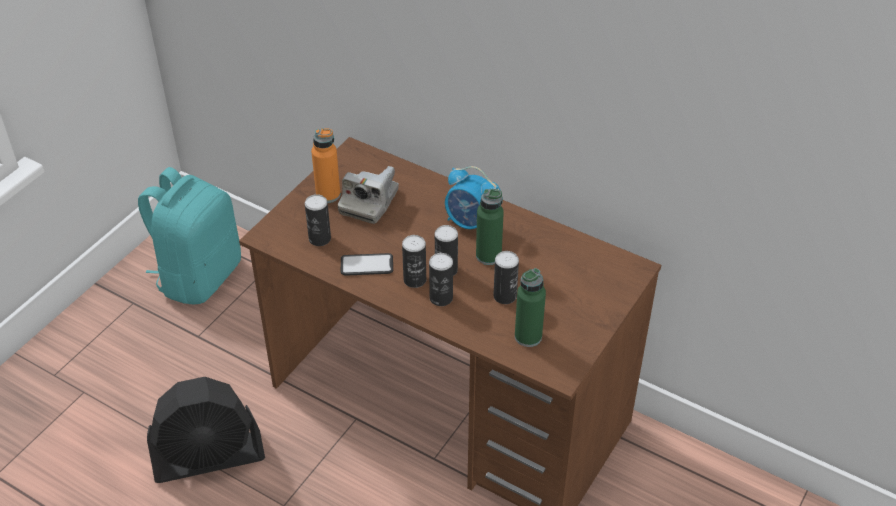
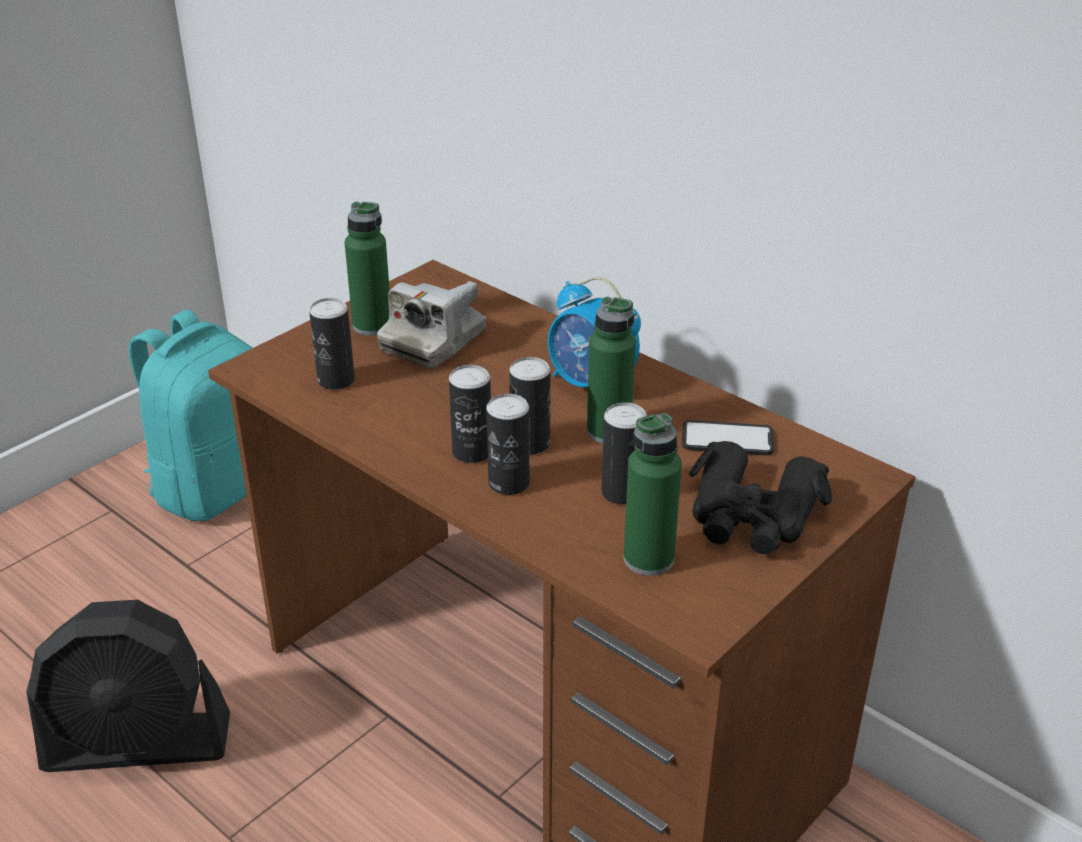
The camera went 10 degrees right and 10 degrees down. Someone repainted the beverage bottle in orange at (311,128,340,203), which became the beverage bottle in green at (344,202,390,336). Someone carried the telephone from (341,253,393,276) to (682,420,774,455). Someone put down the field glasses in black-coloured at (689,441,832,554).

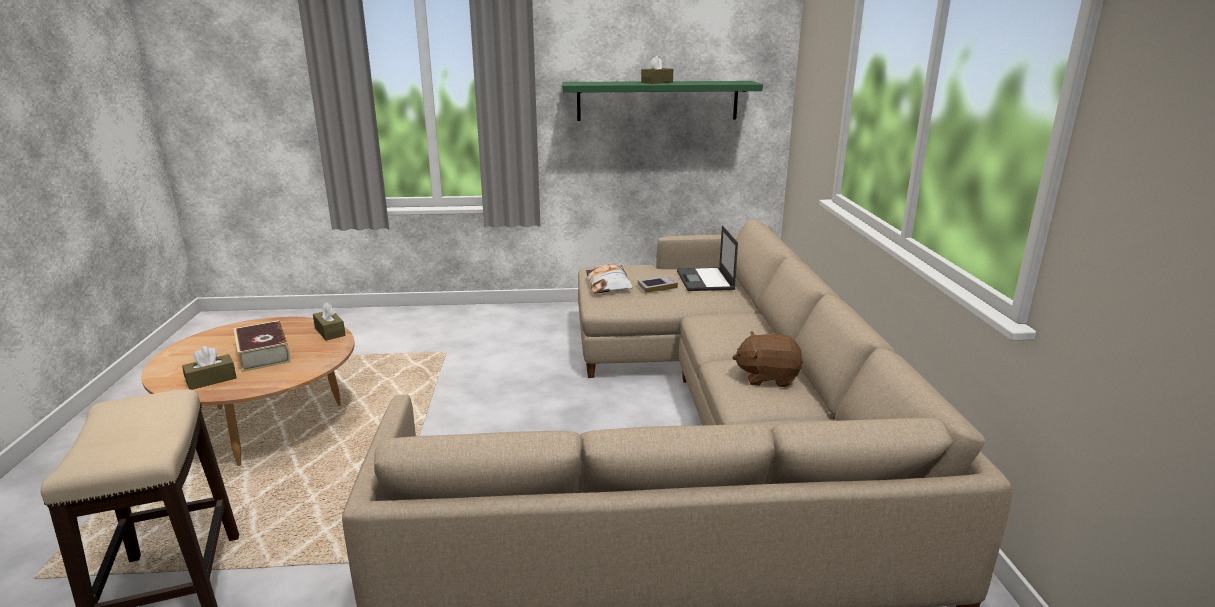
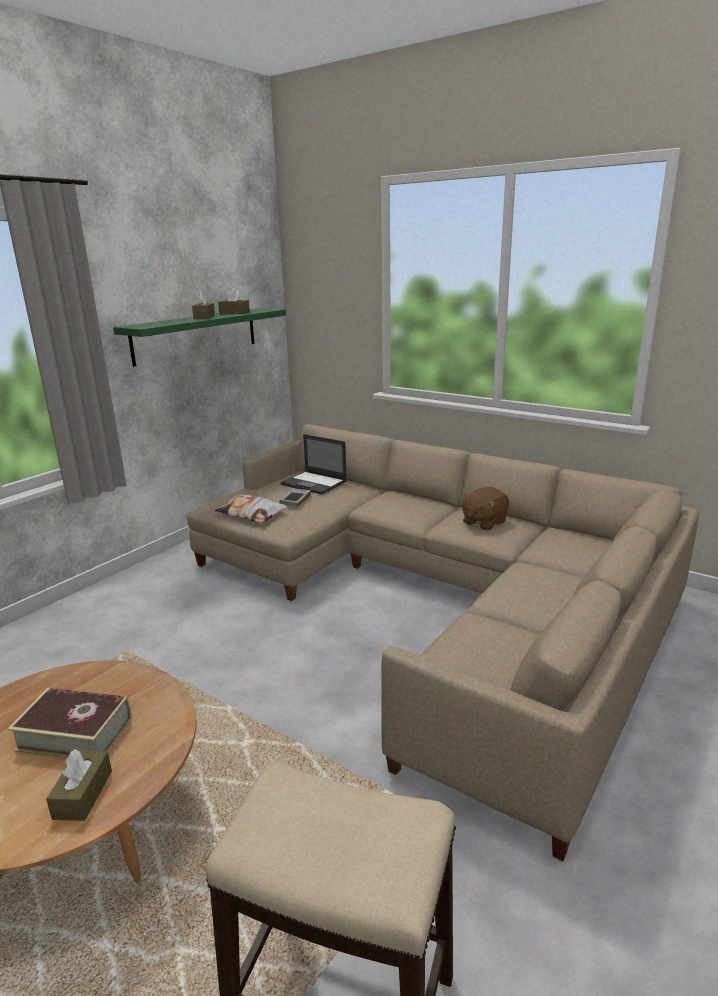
The camera went 50 degrees left and 0 degrees up. Someone carried the box of tissues in brownish from (313,303,346,340) to (218,288,250,314).

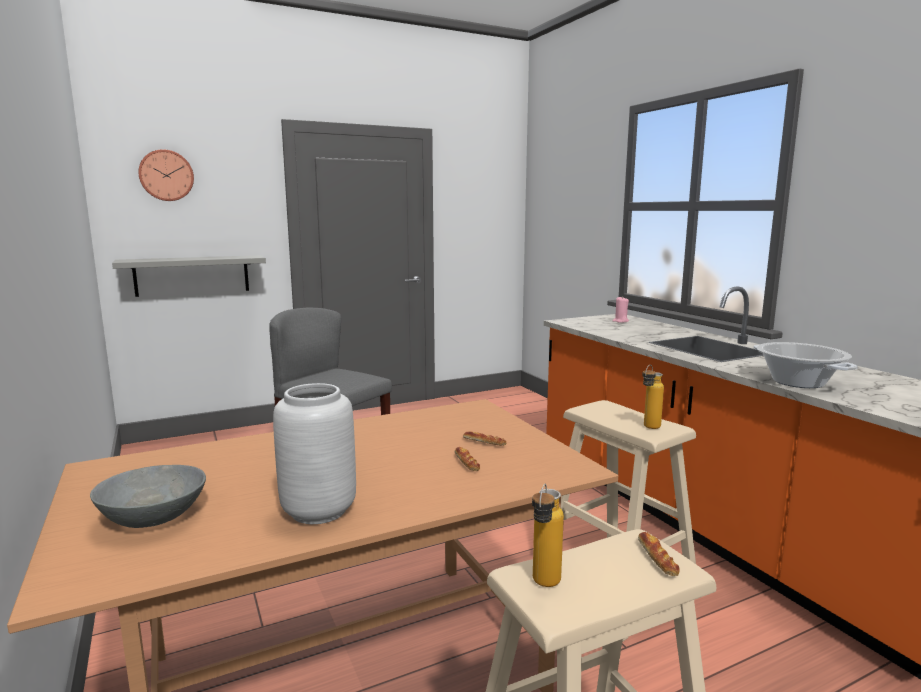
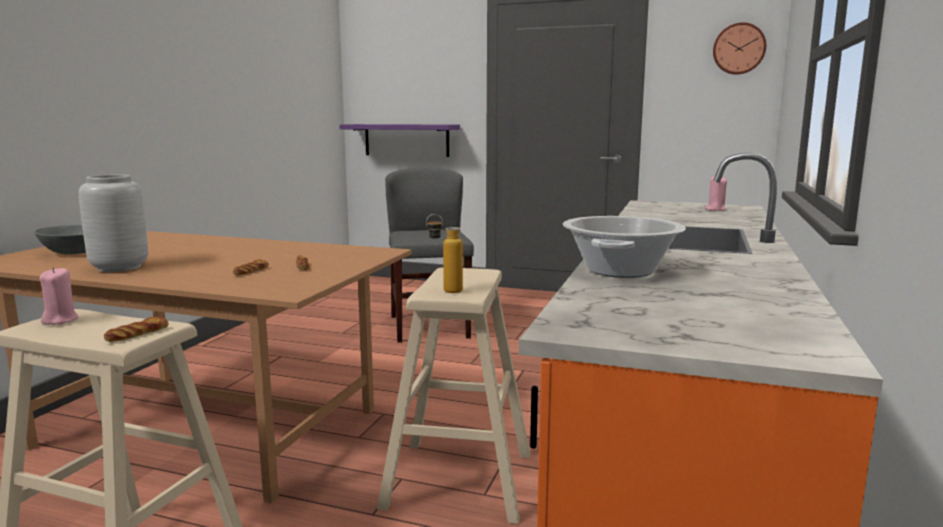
The camera went 45 degrees right and 0 degrees up. Someone swapped the beverage bottle at (532,484,564,587) for the wax candle in pink at (39,267,79,325). Someone repainted the wall shelf in gray at (112,255,266,297), which became the wall shelf in purple-coloured at (339,124,460,157). Someone carried the clock on the wall from (138,149,194,201) to (713,22,766,75).

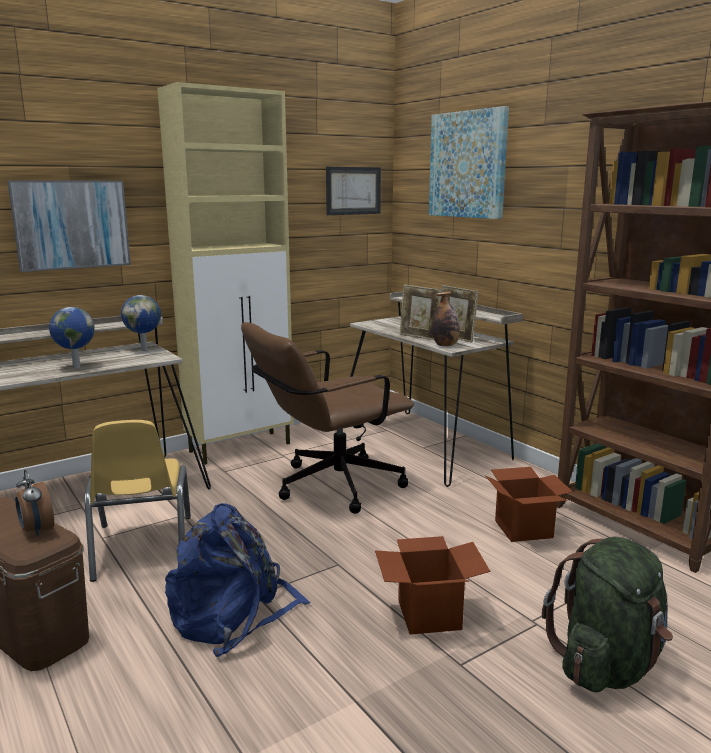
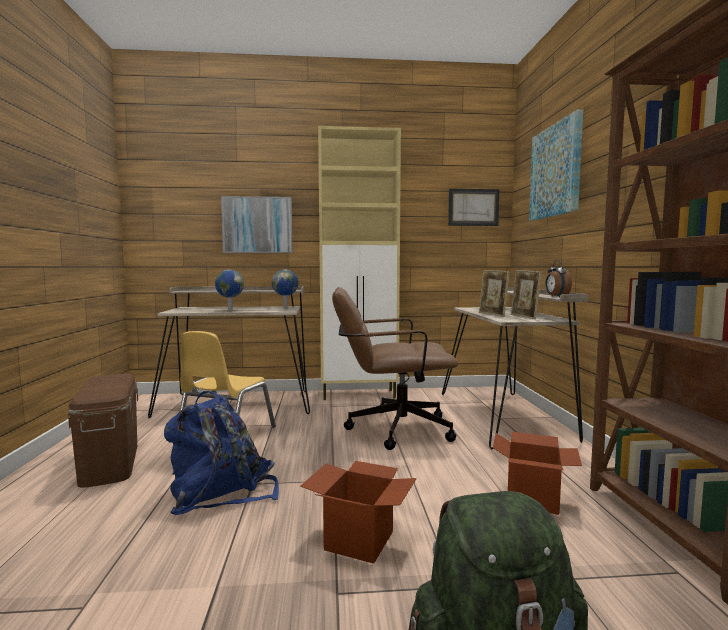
The camera went 30 degrees right and 10 degrees down. Someone carried the table clock from (15,470,54,536) to (546,260,572,298). Someone took away the beverage bottle at (432,291,460,346).

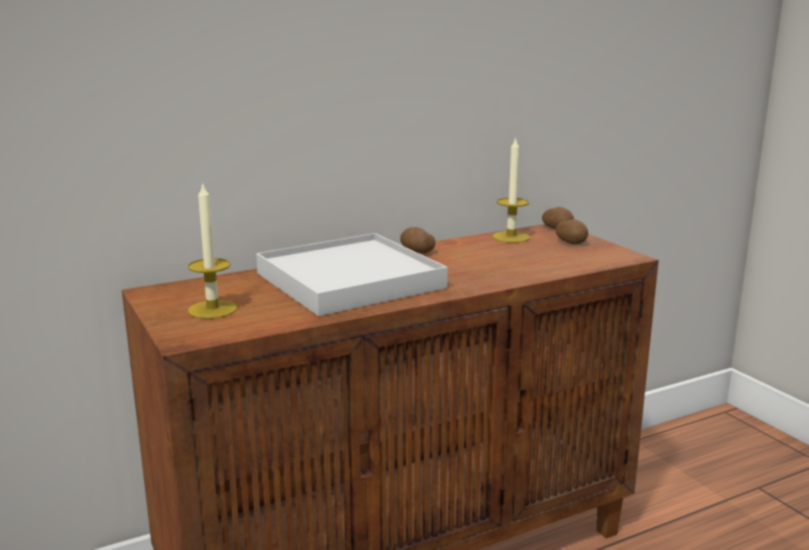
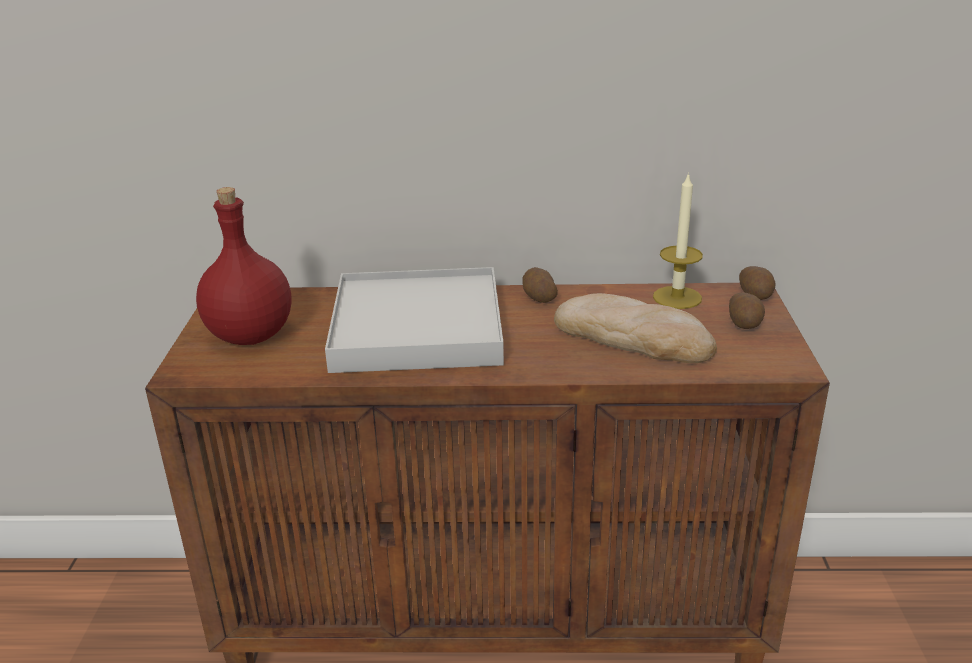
The camera went 30 degrees right and 10 degrees up. Someone swapped the wax candle at (188,182,237,319) for the beverage bottle in red-coloured at (196,187,292,345). Someone put down the bread at (554,293,717,363).

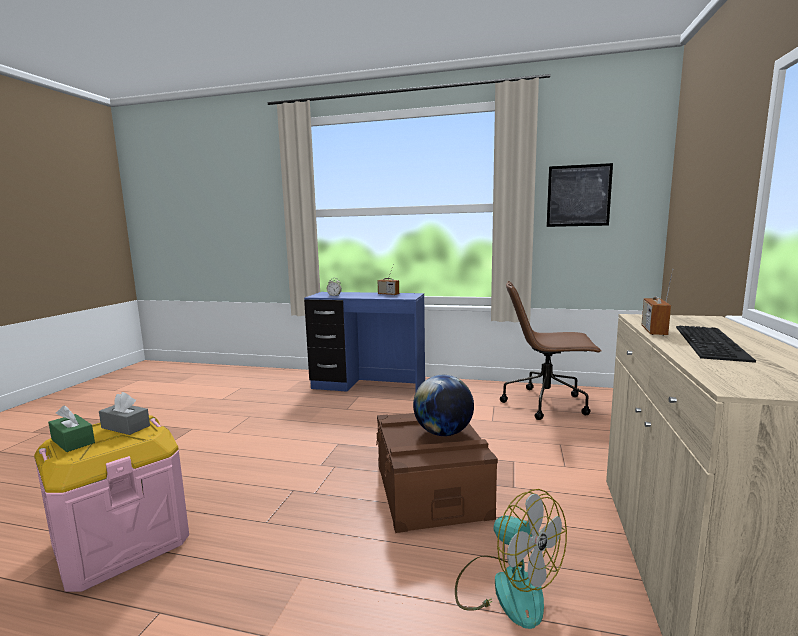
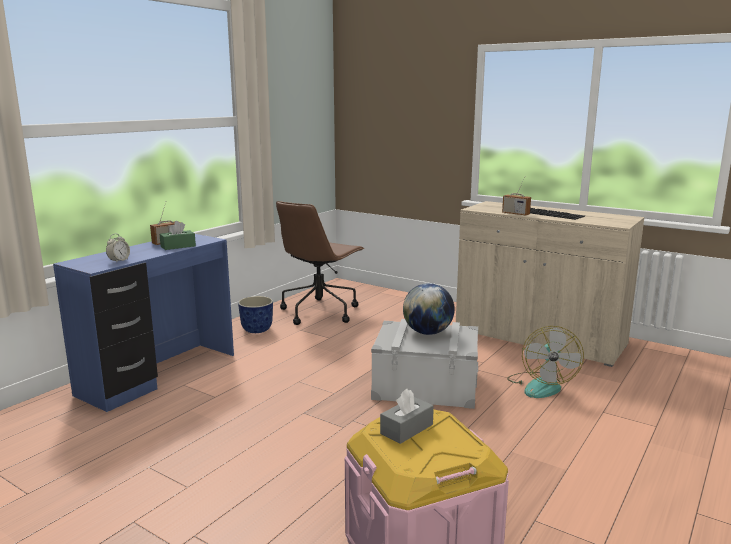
The camera went 70 degrees left and 5 degrees up. Someone carried the box of tissues in green from (48,405,95,452) to (160,221,196,250). Someone put down the plant pot at (238,296,273,333). Someone repainted the storage box in brownish at (376,413,498,533), which became the storage box in gray at (371,319,478,409). Someone rotated the cooling fan at (455,489,567,629) by 120 degrees clockwise. Someone took away the wall art at (547,163,613,227).

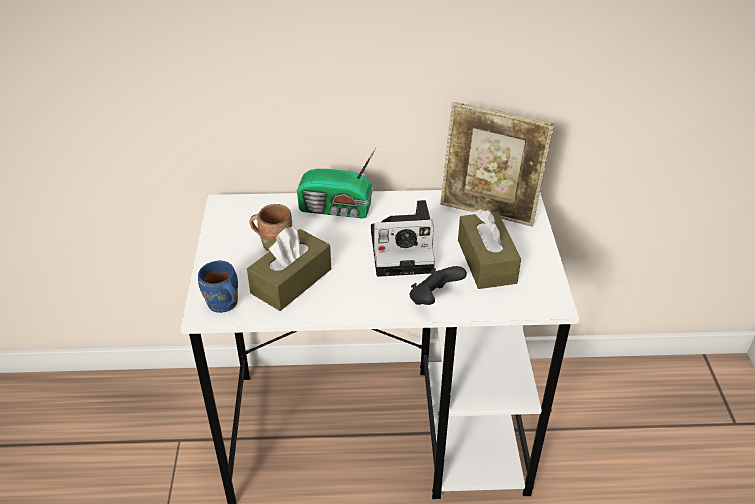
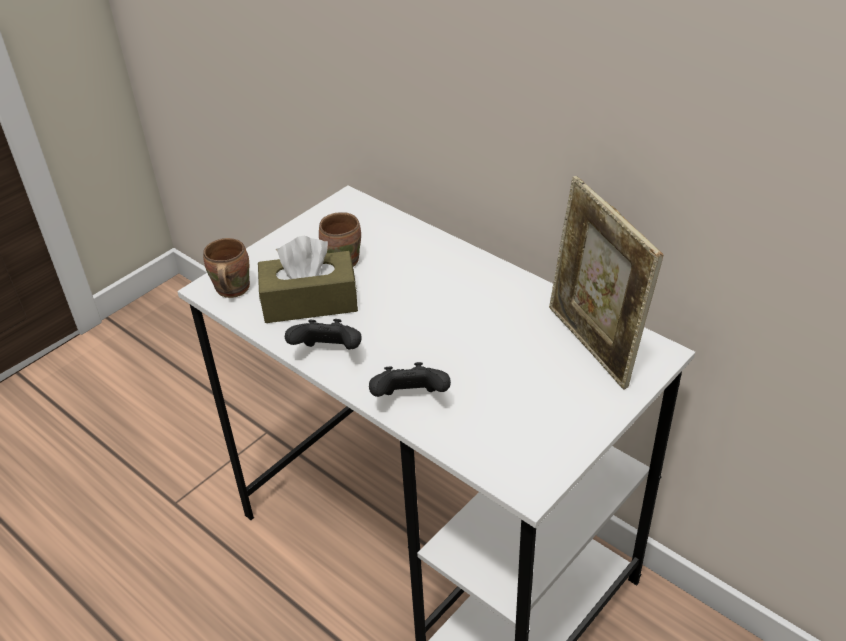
The camera went 45 degrees right and 0 degrees up. Someone repainted the mug in bluish at (198,261,238,313), which became the mug in brownish at (203,238,250,298). Someone put down the joypad in black-coloured at (285,319,362,350). Someone took away the radio at (297,146,377,219). Someone took away the still camera at (371,200,435,277). Someone took away the box of tissues in brownish at (458,209,521,289).

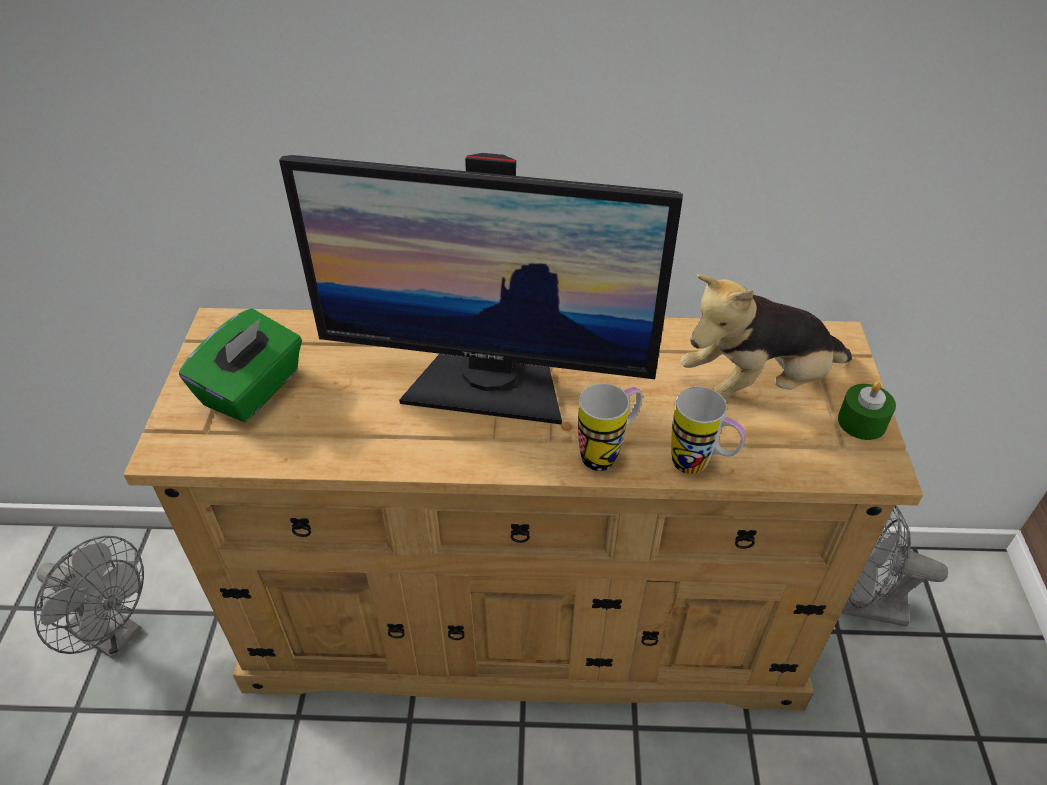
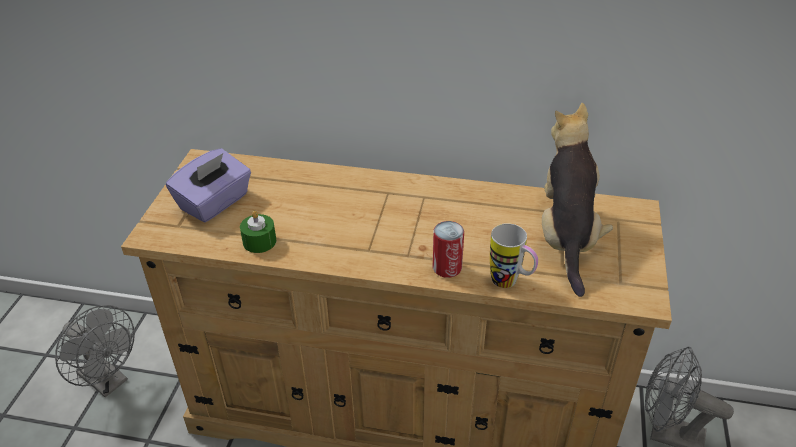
The camera went 10 degrees right and 5 degrees down. Someone repainted the box of tissues in green at (179,308,302,422), which became the box of tissues in purple-coloured at (166,148,251,223). Someone carried the wax candle in green from (838,381,896,440) to (240,211,277,253). Someone swapped the mug at (578,383,643,471) for the sealed can at (433,221,464,278). Someone rotated the soft toy at (681,274,852,399) by 105 degrees clockwise. Someone took away the monitor at (279,153,683,425).

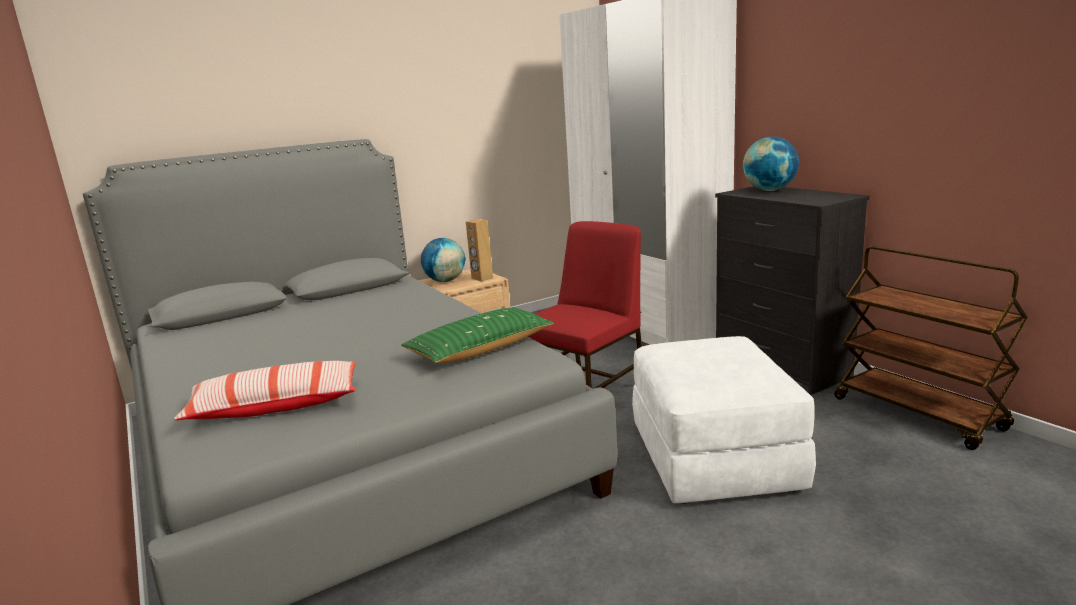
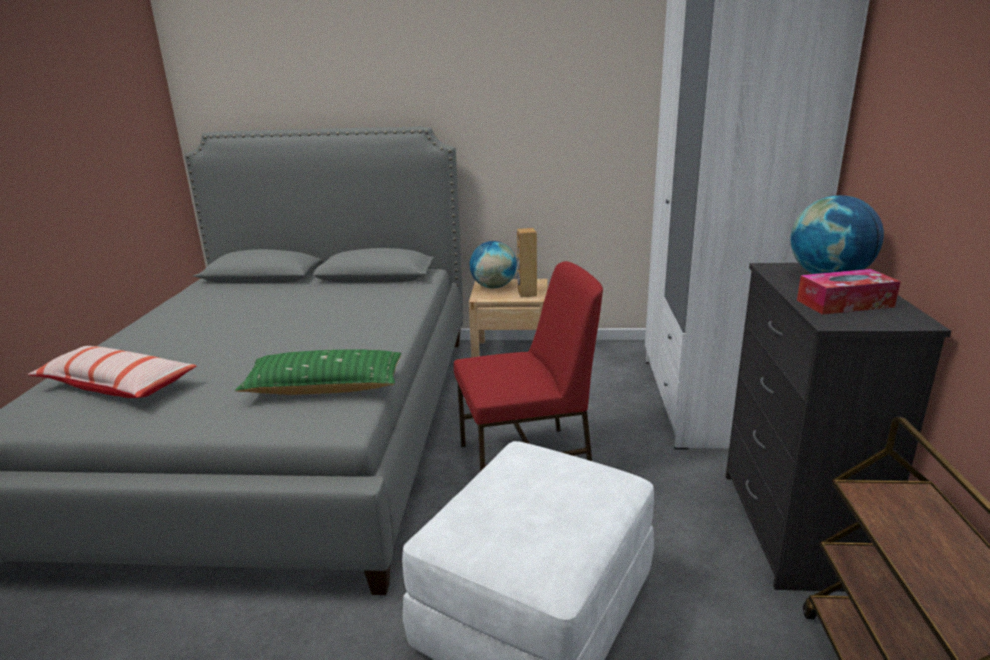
The camera went 35 degrees right and 5 degrees up. Someone put down the box of tissues at (797,269,901,315).

